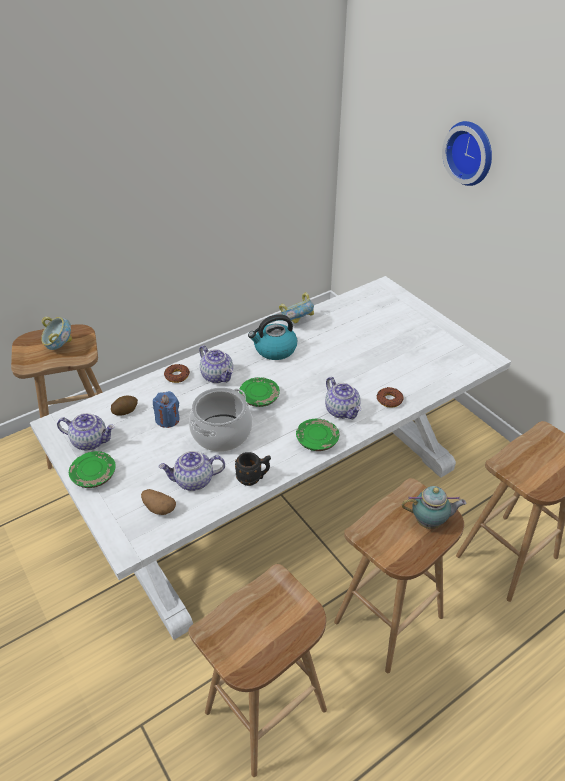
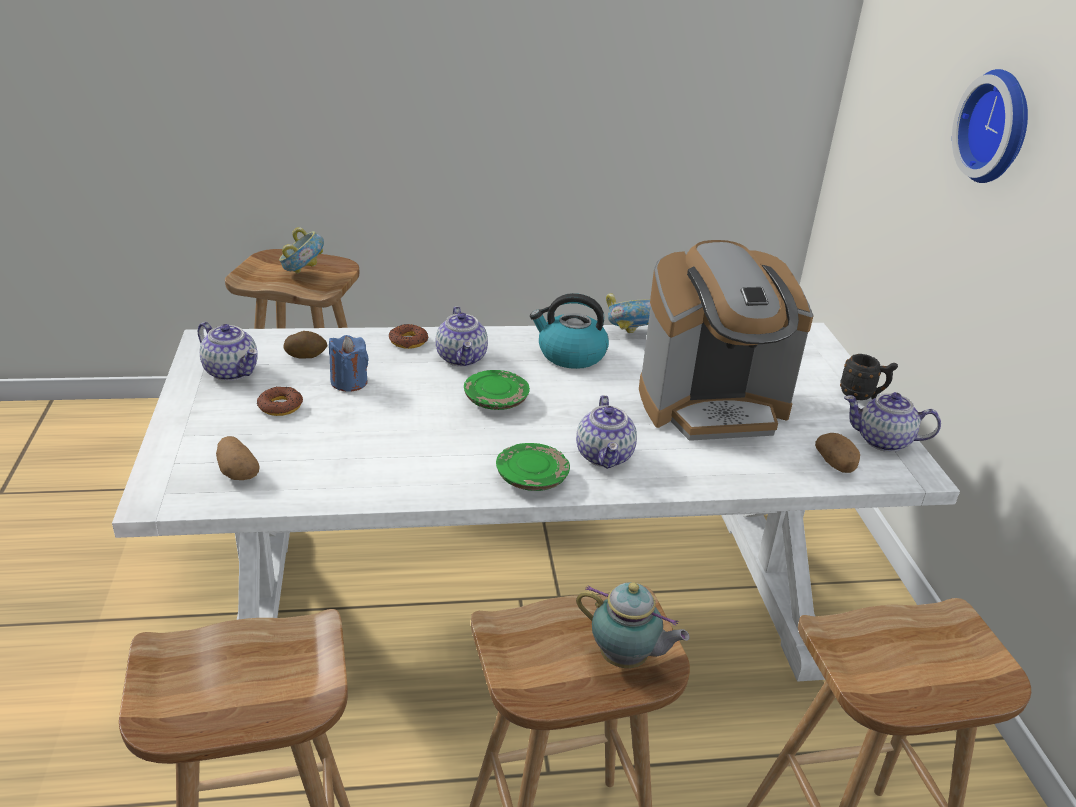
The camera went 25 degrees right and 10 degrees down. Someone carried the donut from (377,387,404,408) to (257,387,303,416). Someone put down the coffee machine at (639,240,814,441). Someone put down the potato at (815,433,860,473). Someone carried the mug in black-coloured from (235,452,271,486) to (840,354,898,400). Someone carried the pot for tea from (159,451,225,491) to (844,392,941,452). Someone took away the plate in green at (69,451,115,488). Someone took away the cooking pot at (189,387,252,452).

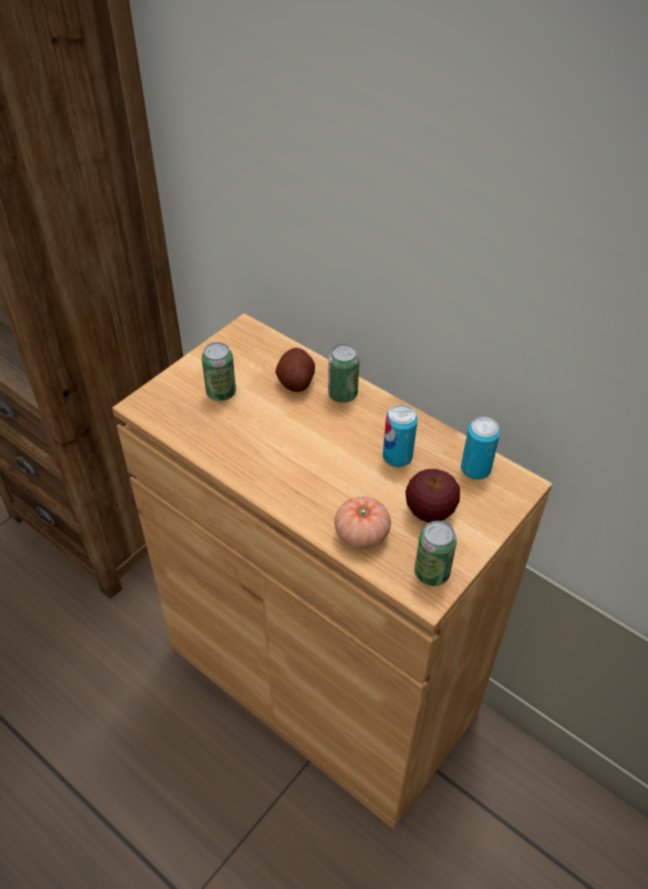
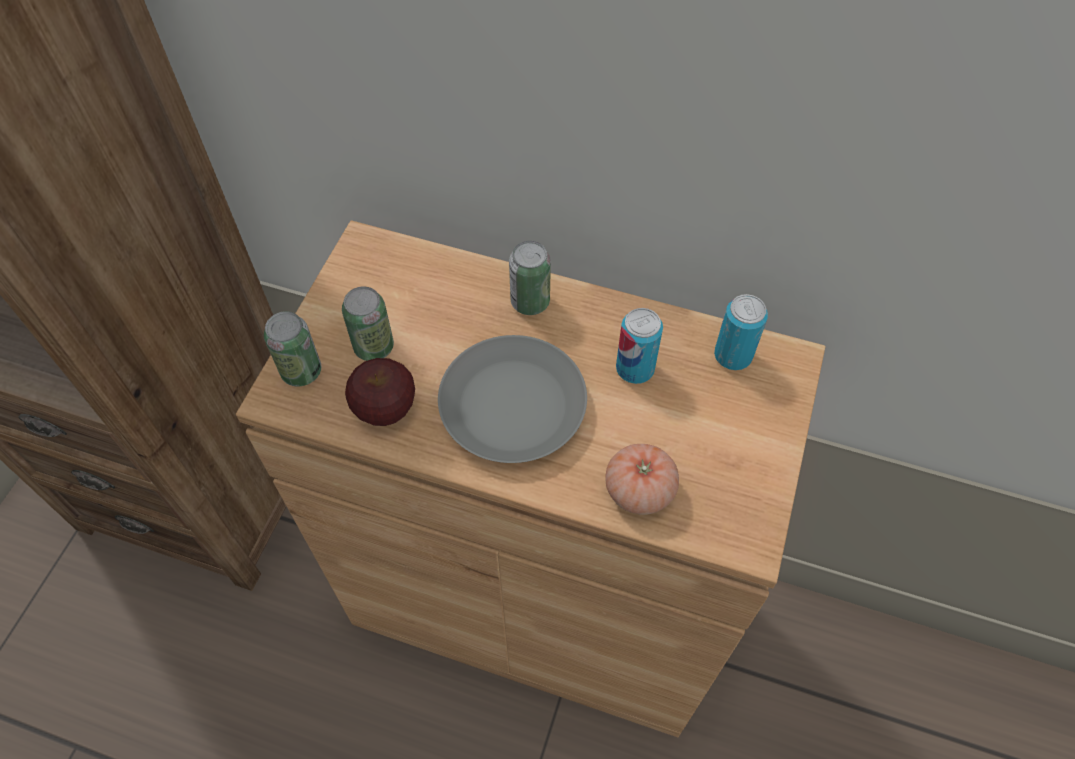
The camera went 20 degrees left and 10 degrees up. Someone carried the sealed can from (414,521,457,586) to (264,311,322,386). Someone carried the apple fruit from (405,469,460,523) to (345,358,415,426). Someone put down the plate in gray at (438,335,587,463). Someone took away the potato at (275,348,315,392).

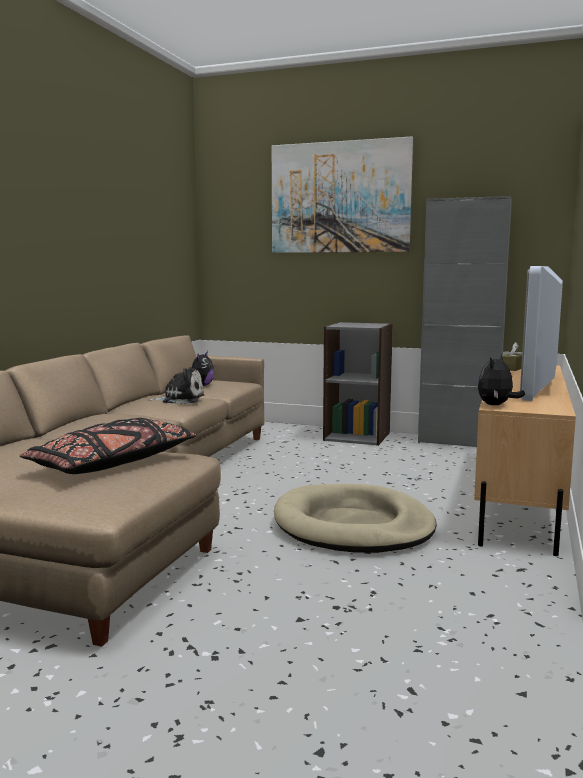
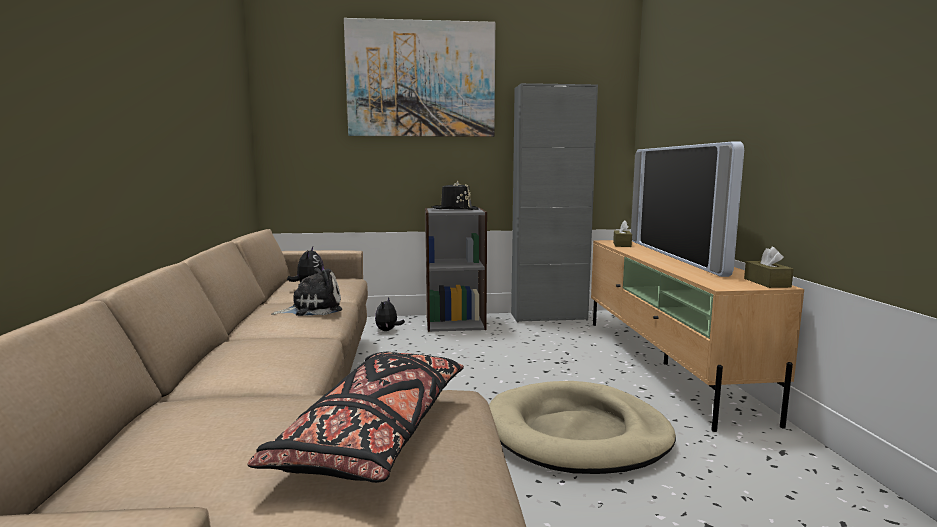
The camera went 25 degrees left and 0 degrees up. Someone carried the soft toy from (477,354,525,405) to (375,297,405,331). Someone put down the hat in black-coloured at (431,180,479,210). Someone put down the box of tissues in brownish at (744,247,794,288).

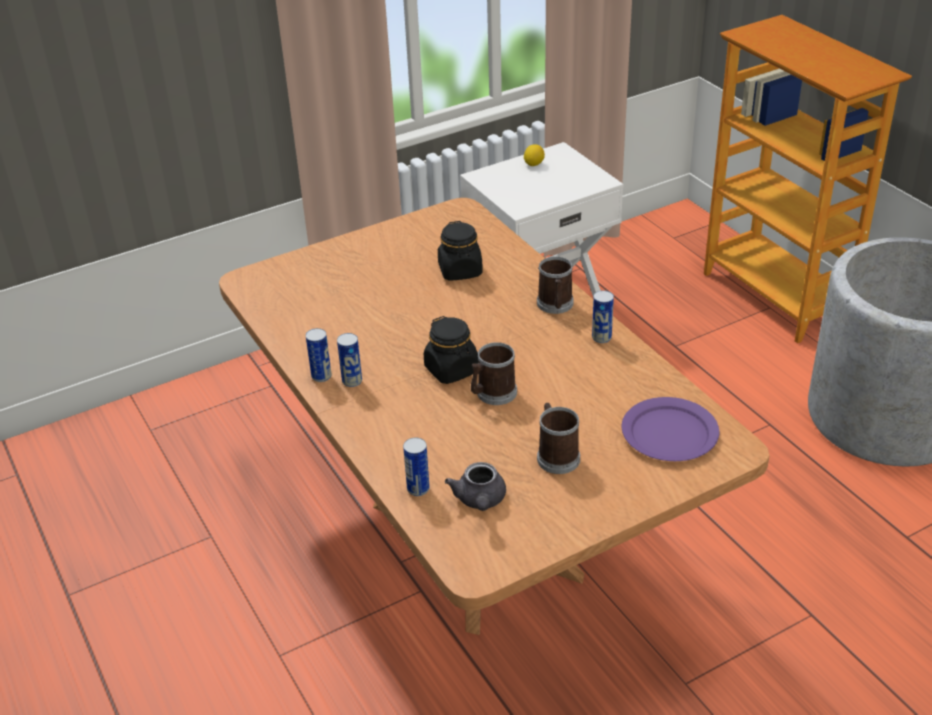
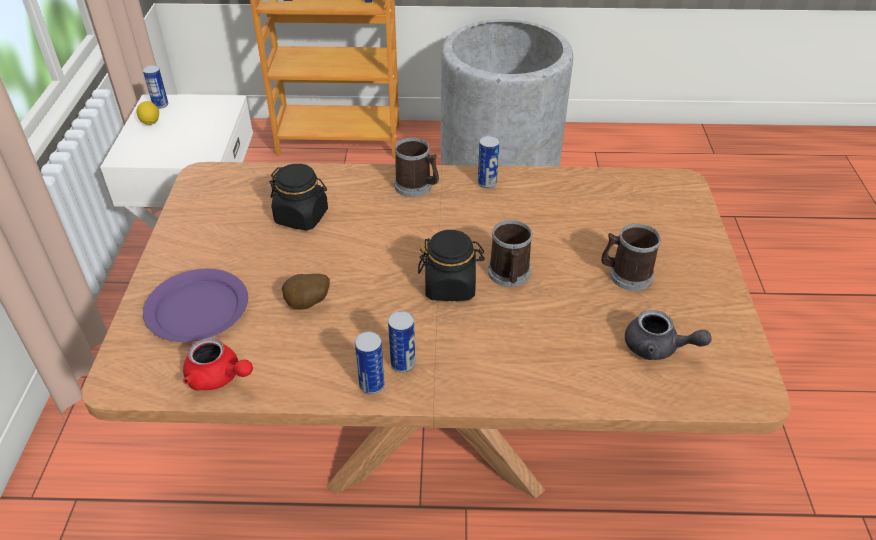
The camera went 60 degrees left and 5 degrees up. Someone carried the sealed can from (403,438,430,496) to (143,65,168,109). Someone carried the plate in purple-coloured from (621,397,719,461) to (143,269,248,342). Someone put down the pot for tea in red-coloured at (183,338,253,391). Someone put down the potato at (282,274,330,310).

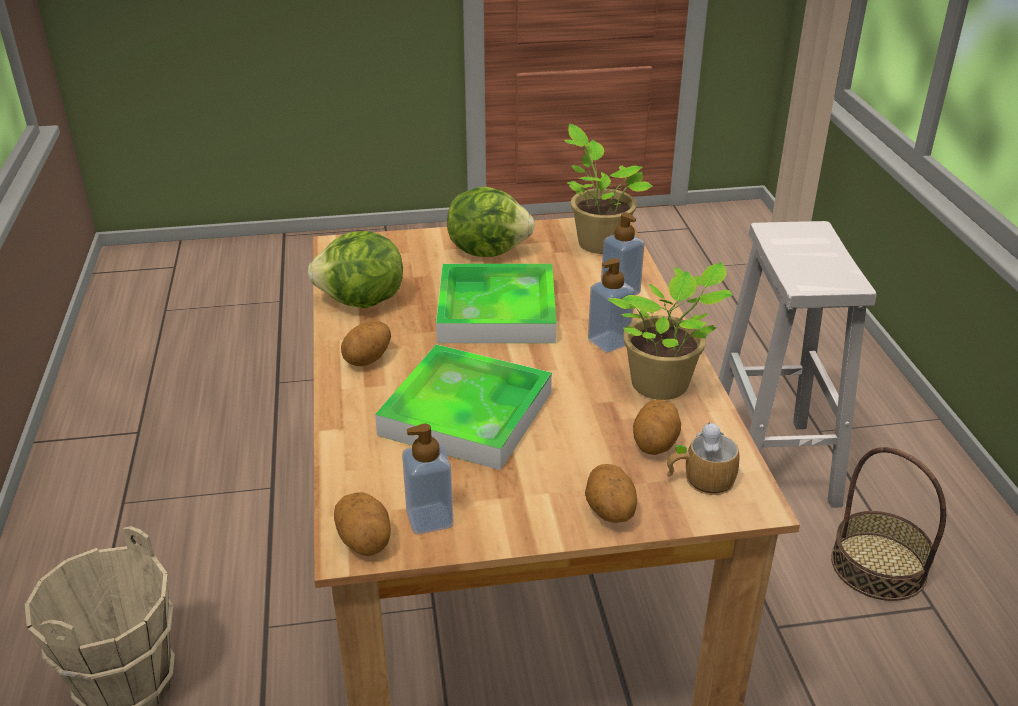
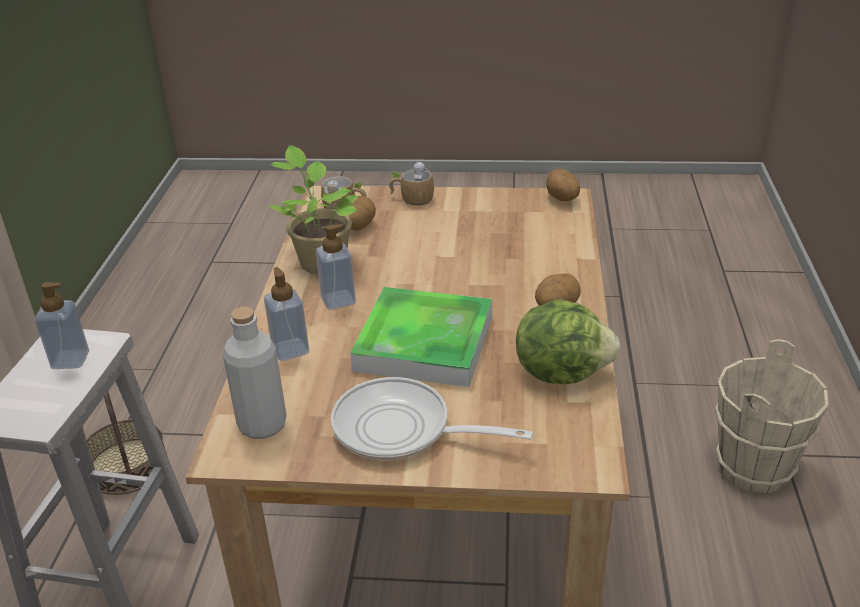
The camera went 165 degrees left and 0 degrees up. Someone carried the soap bottle from (402,424,453,534) to (35,282,89,369). Someone swapped the potted plant at (565,124,653,254) for the beverage bottle in gray at (223,307,287,439). Someone swapped the head of lettuce at (447,186,535,257) for the pan at (331,377,533,460). Someone swapped the potato at (585,464,637,523) for the mug at (389,161,434,206). Someone took away the serving tray at (375,344,552,470).

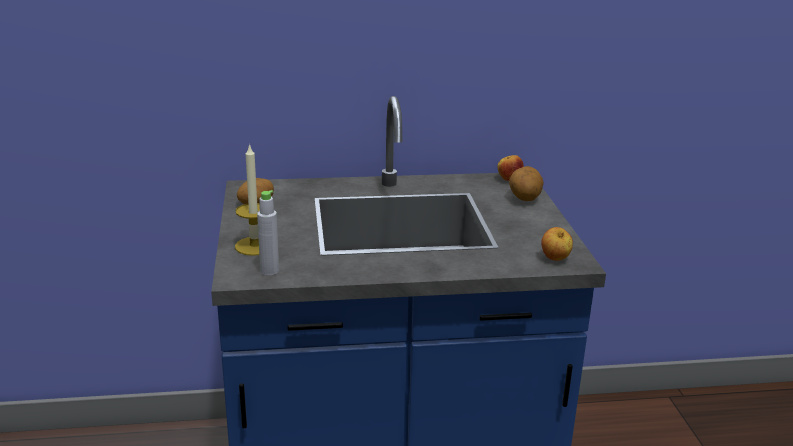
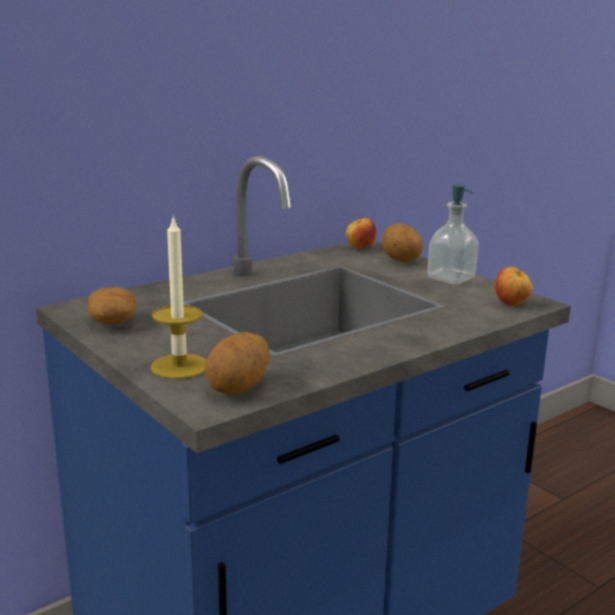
The camera went 30 degrees left and 5 degrees down. Someone swapped the beverage bottle in gray at (257,190,279,276) for the potato at (205,332,269,395). Someone put down the soap bottle at (427,184,479,285).

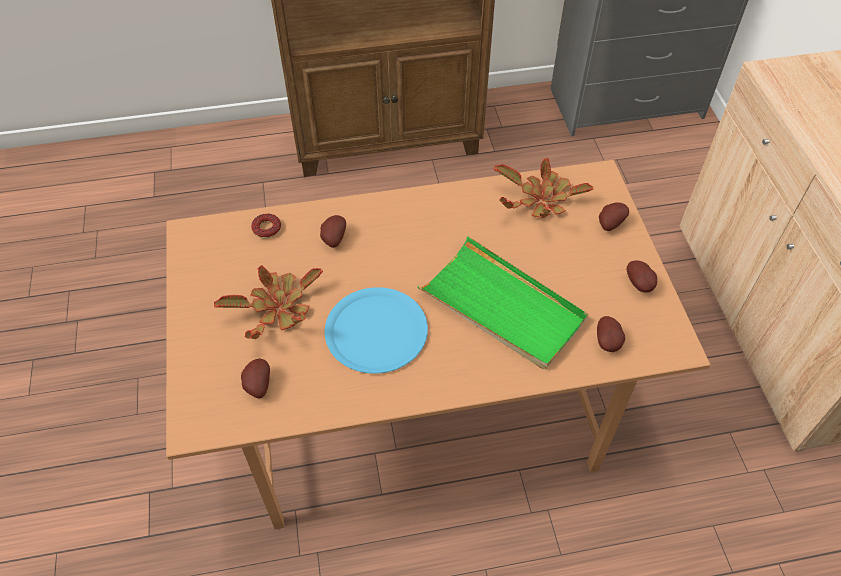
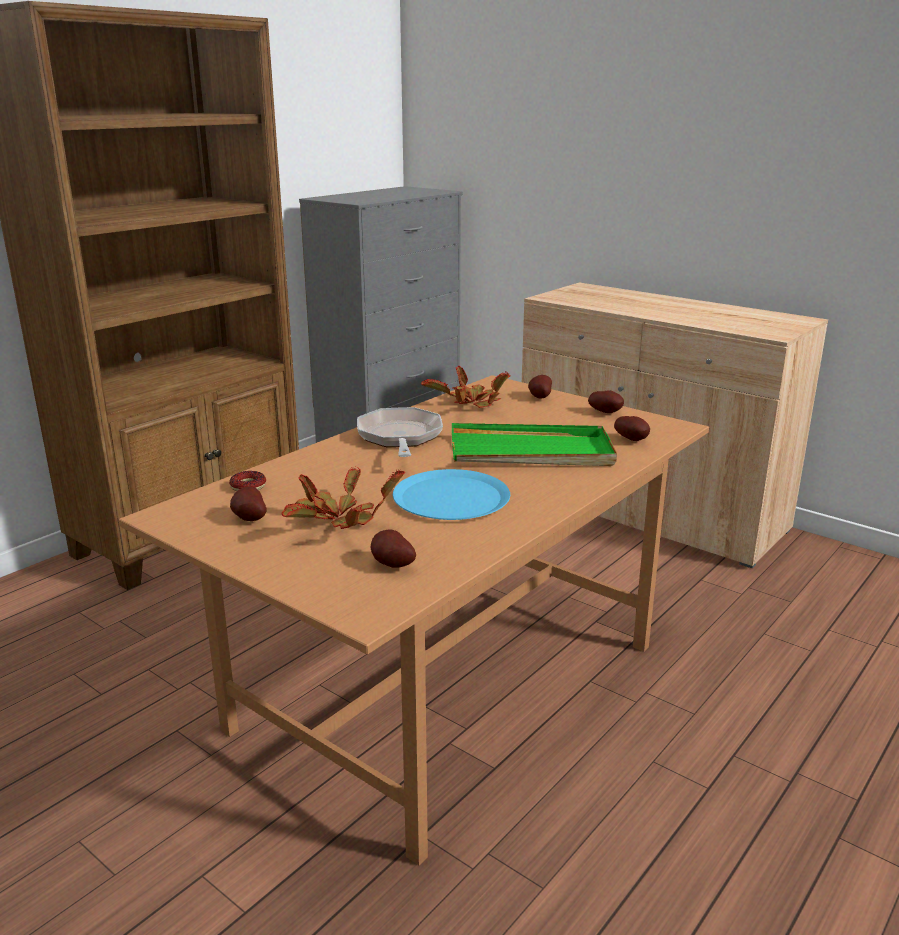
The camera went 40 degrees left and 30 degrees down. Someone carried the potato from (320,215,346,248) to (230,487,266,521). Someone put down the pan at (357,407,443,457).

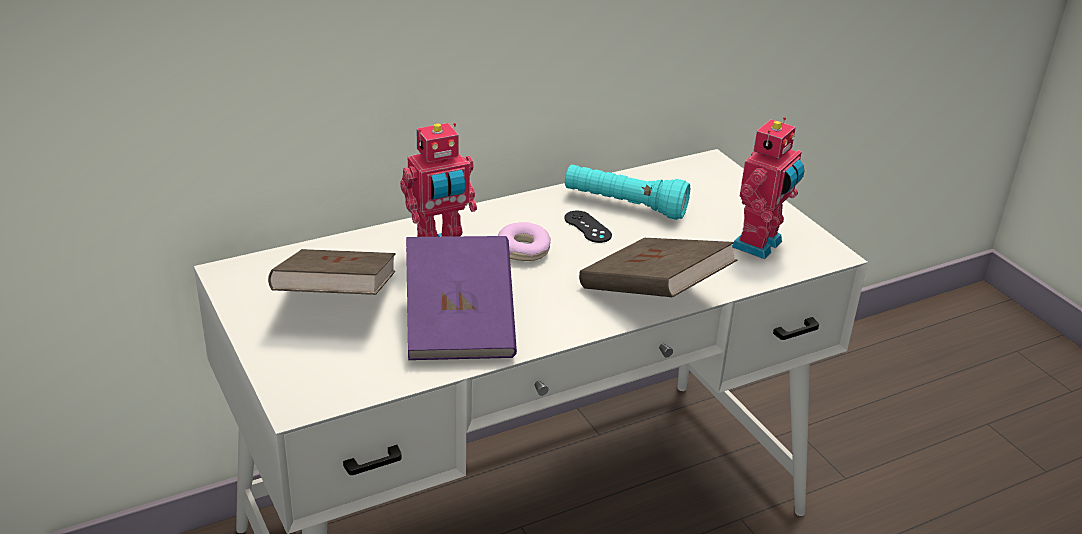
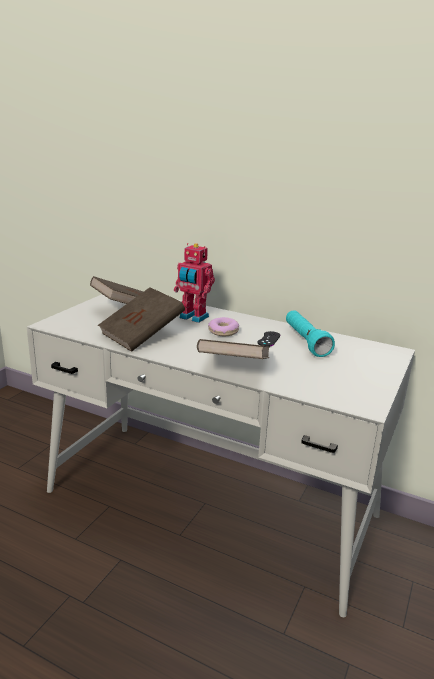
The camera went 55 degrees right and 10 degrees down. Someone repainted the volume in purple-coloured at (406,236,517,360), which became the volume in brownish at (98,287,185,352). Someone took away the robot figure at (732,117,805,259).

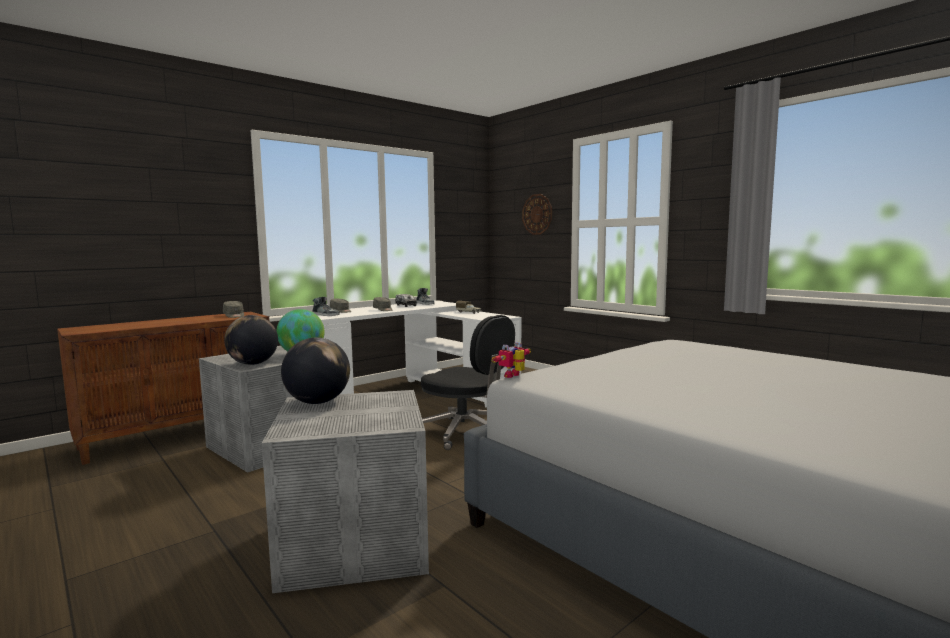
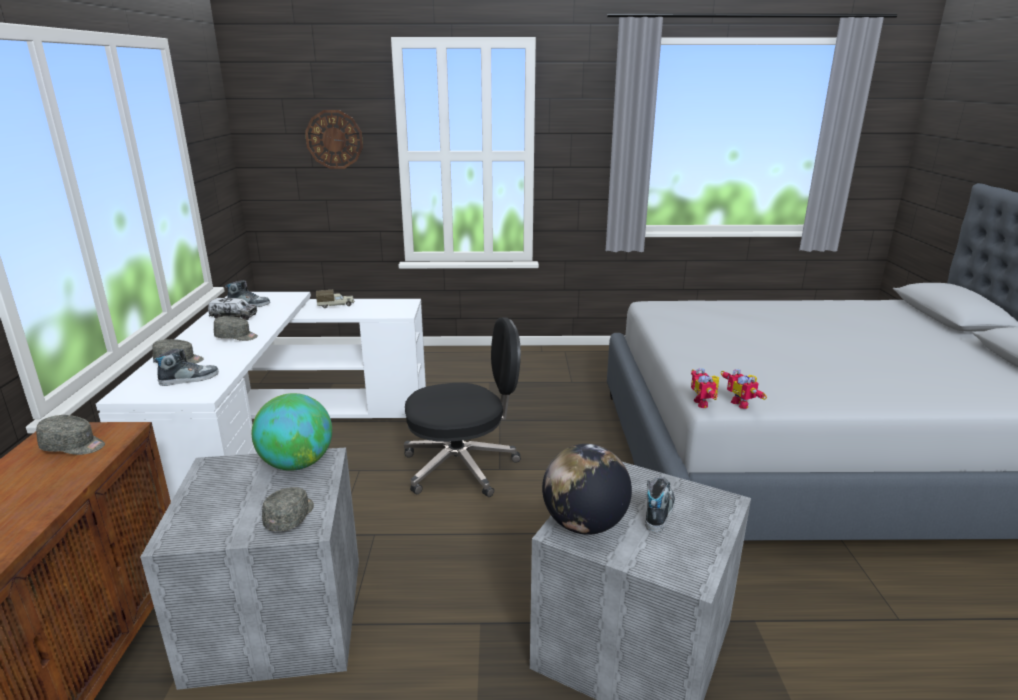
The camera went 50 degrees left and 15 degrees up. Someone swapped the desk globe at (224,315,278,365) for the peaked cap in gray at (262,487,314,531). Someone put down the item of footwear at (645,477,675,532). Someone put down the robot figure at (720,369,767,409).

